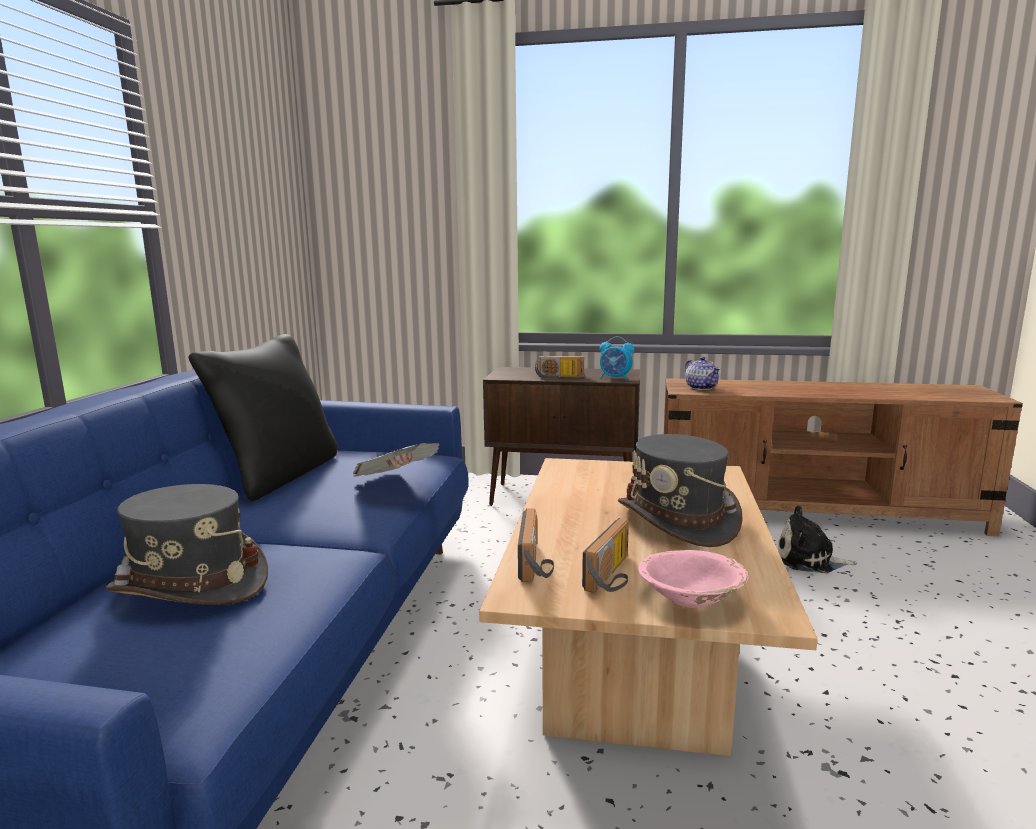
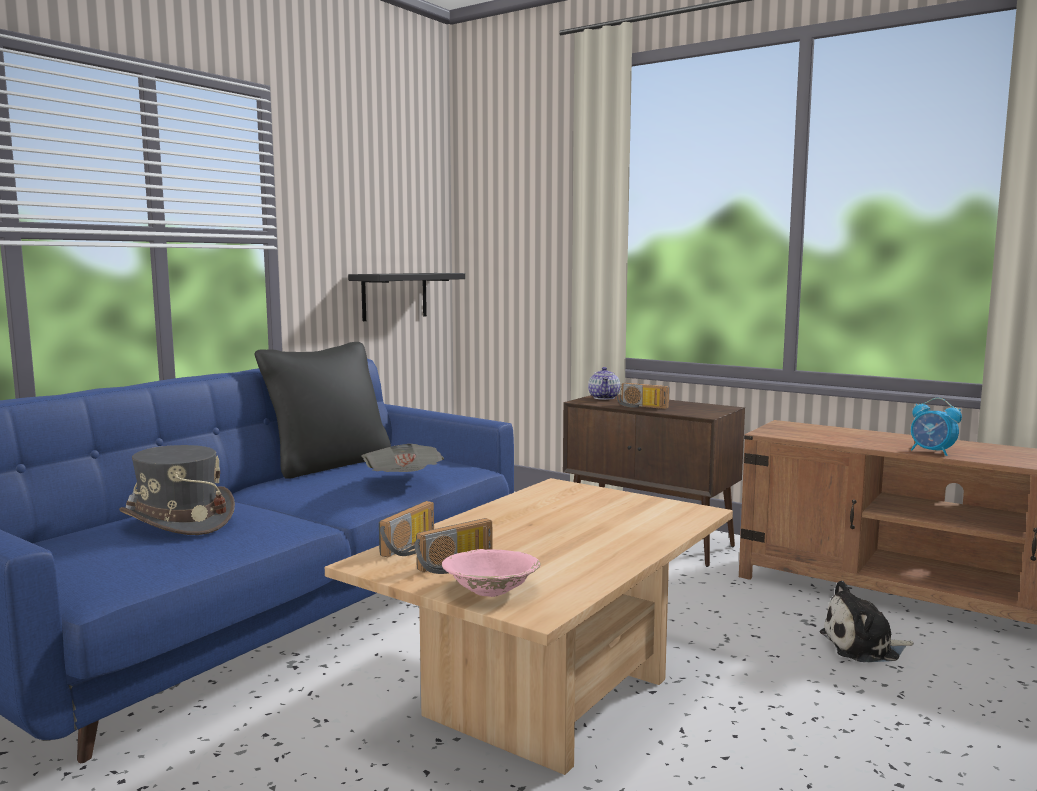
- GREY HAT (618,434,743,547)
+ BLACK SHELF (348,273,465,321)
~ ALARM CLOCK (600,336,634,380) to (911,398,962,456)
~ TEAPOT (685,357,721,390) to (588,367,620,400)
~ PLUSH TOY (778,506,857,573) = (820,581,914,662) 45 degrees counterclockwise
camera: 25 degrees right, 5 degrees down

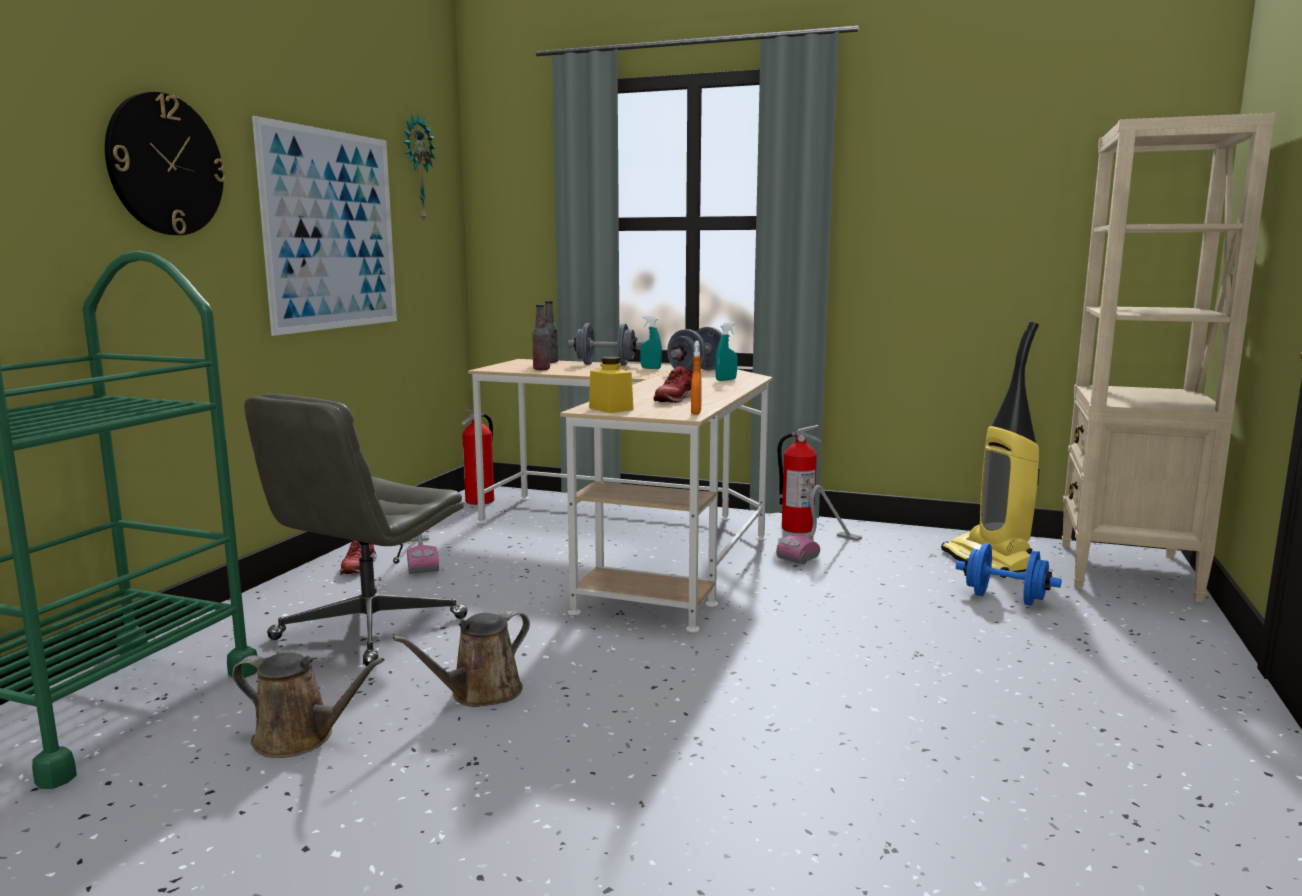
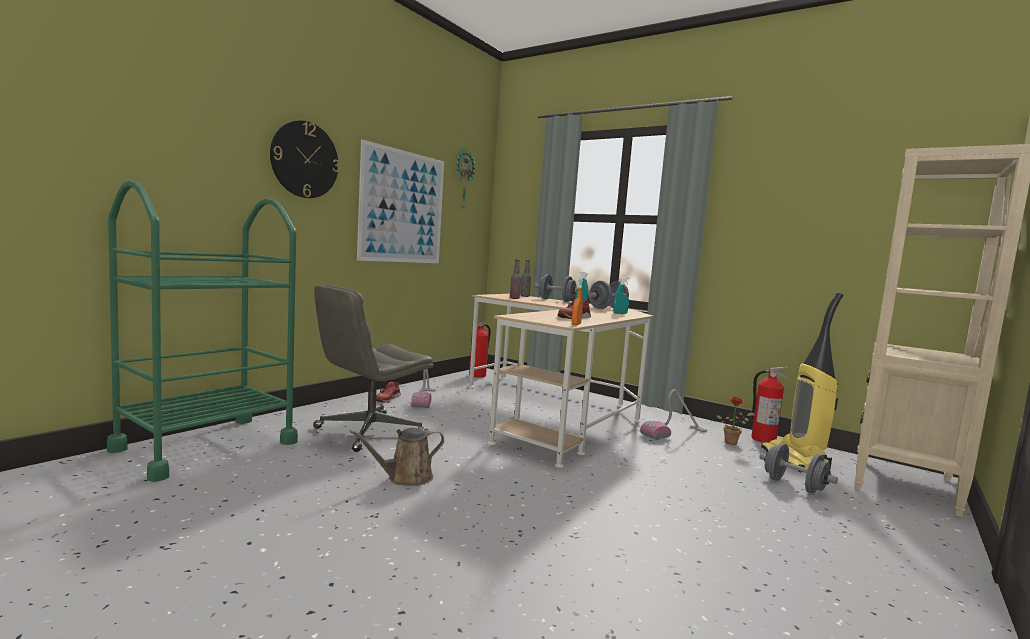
- BROWN WATERING CAN (232,653,385,758)
- YELLOW JAR (589,357,634,413)
+ POTTED PLANT (717,397,753,445)
~ FIRE EXTINGUISHER (777,425,821,533) to (751,367,788,443)
~ BLUE DUMBBELL (956,543,1062,606) to GREY DUMBBELL (759,443,838,494)
camera: 15 degrees right, 5 degrees down

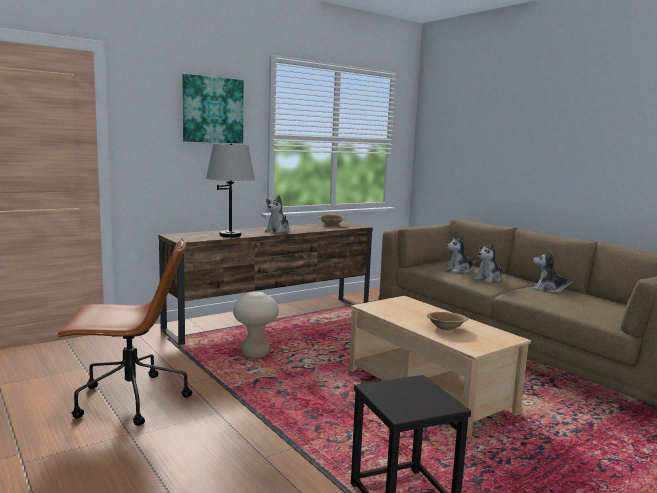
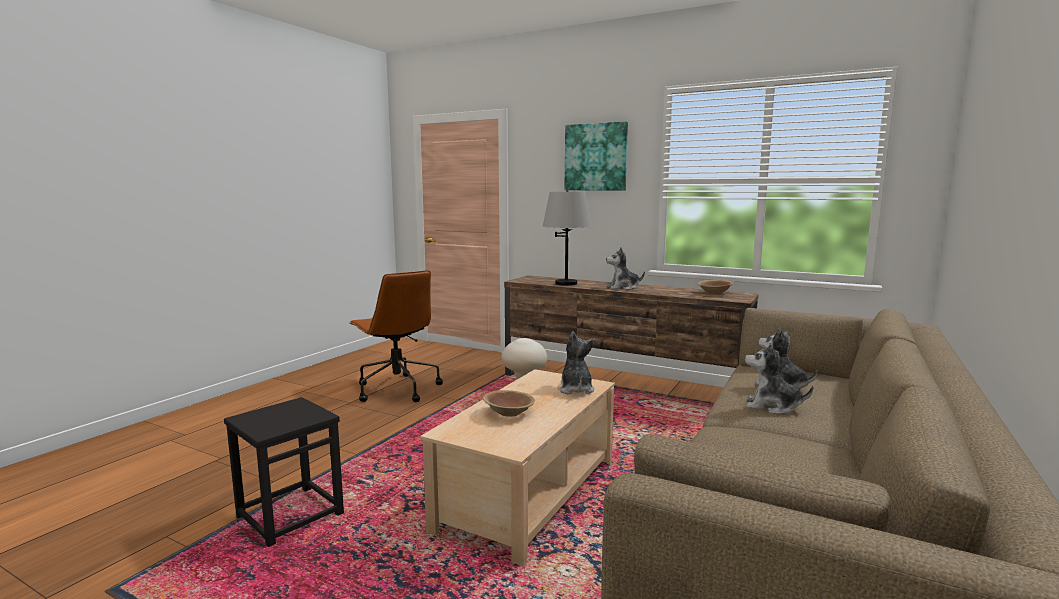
~ PLUSH TOY (533,250,574,293) to (558,331,595,394)
camera: 65 degrees right, 0 degrees up

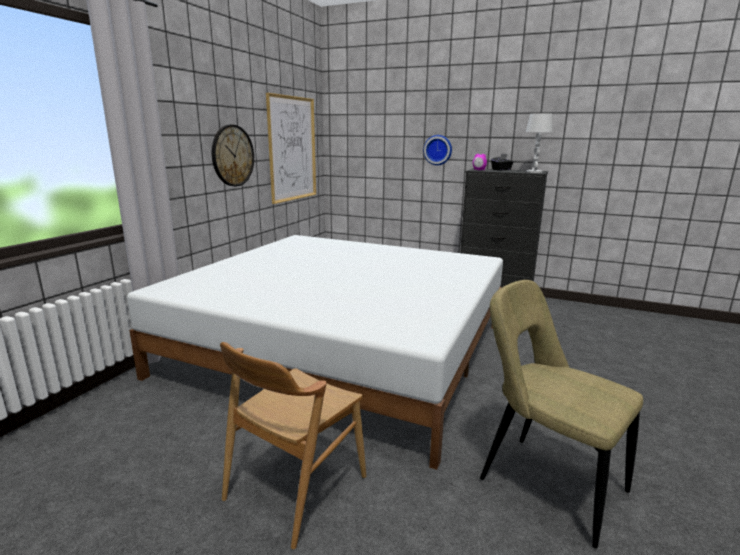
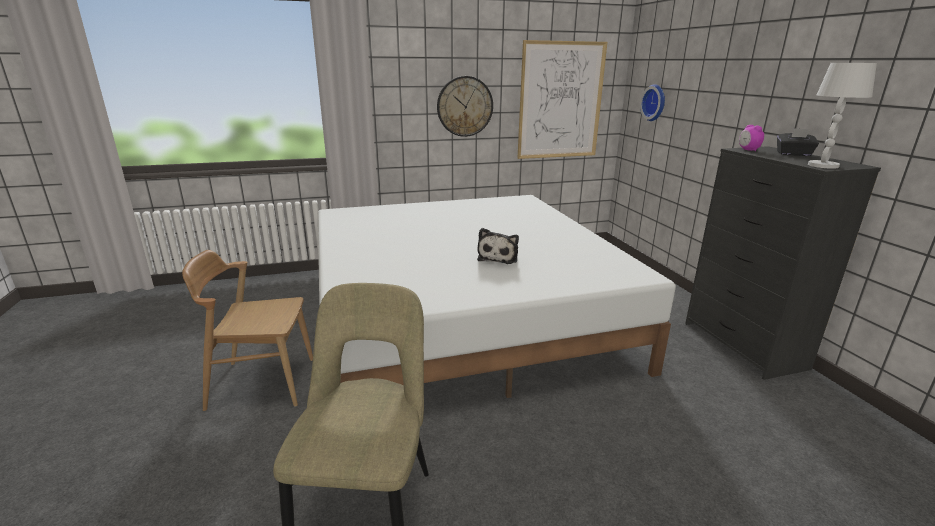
+ PLUSH TOY (477,228,519,264)
~ WALL CLOCK (423,135,452,165) to (640,84,665,121)
camera: 50 degrees right, 5 degrees up

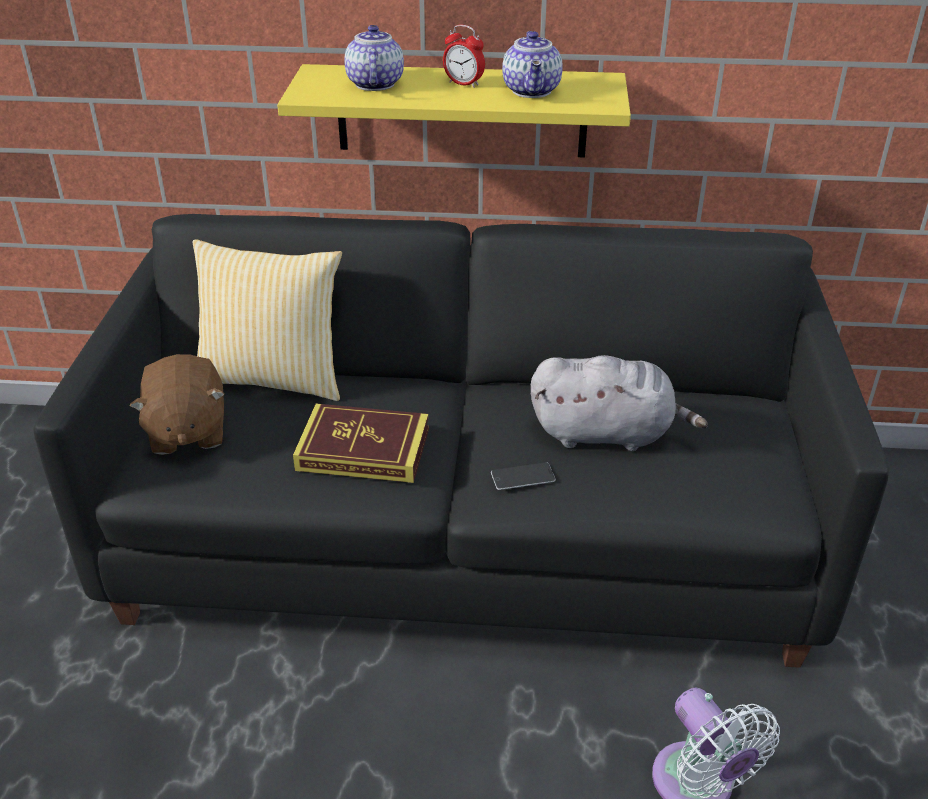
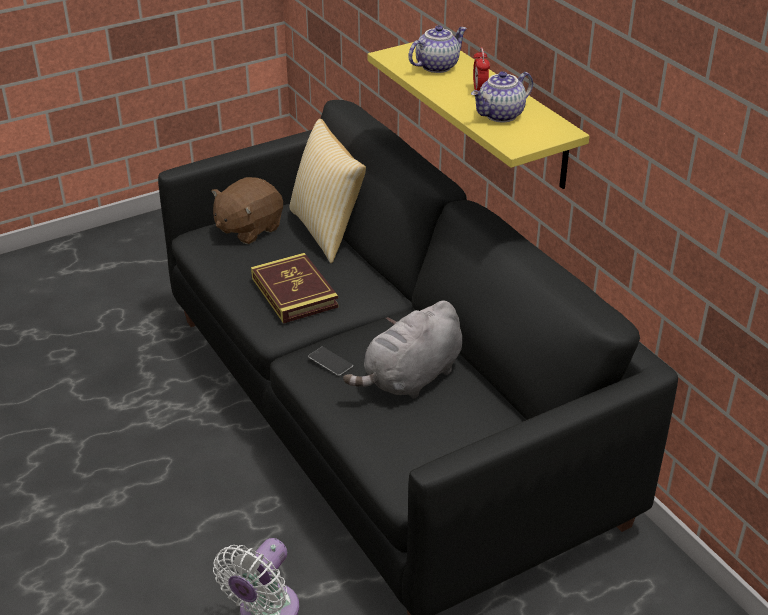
~ GREY PLUSH TOY (531,355,708,451) = (343,300,462,399) 75 degrees clockwise
camera: 55 degrees right, 0 degrees up

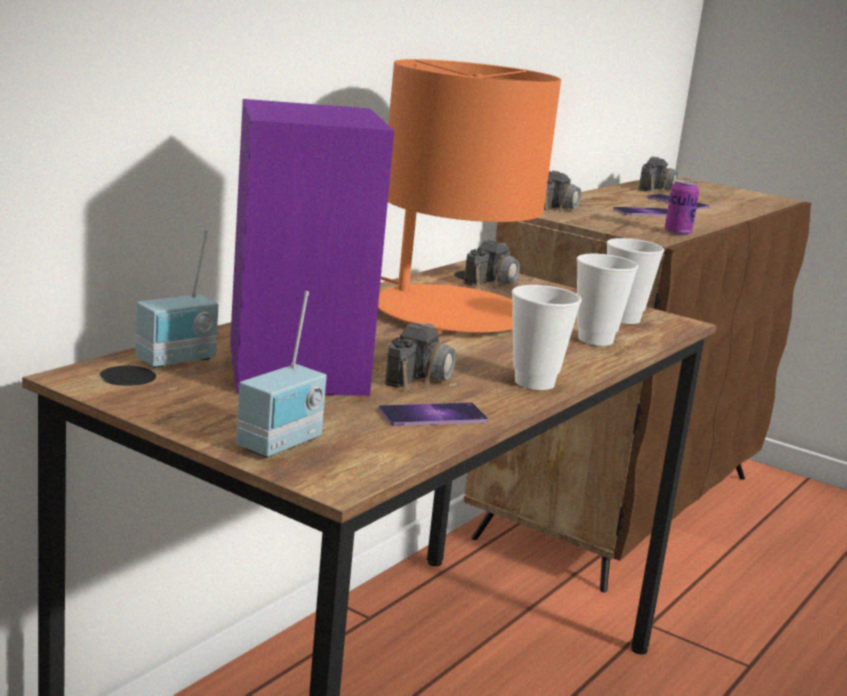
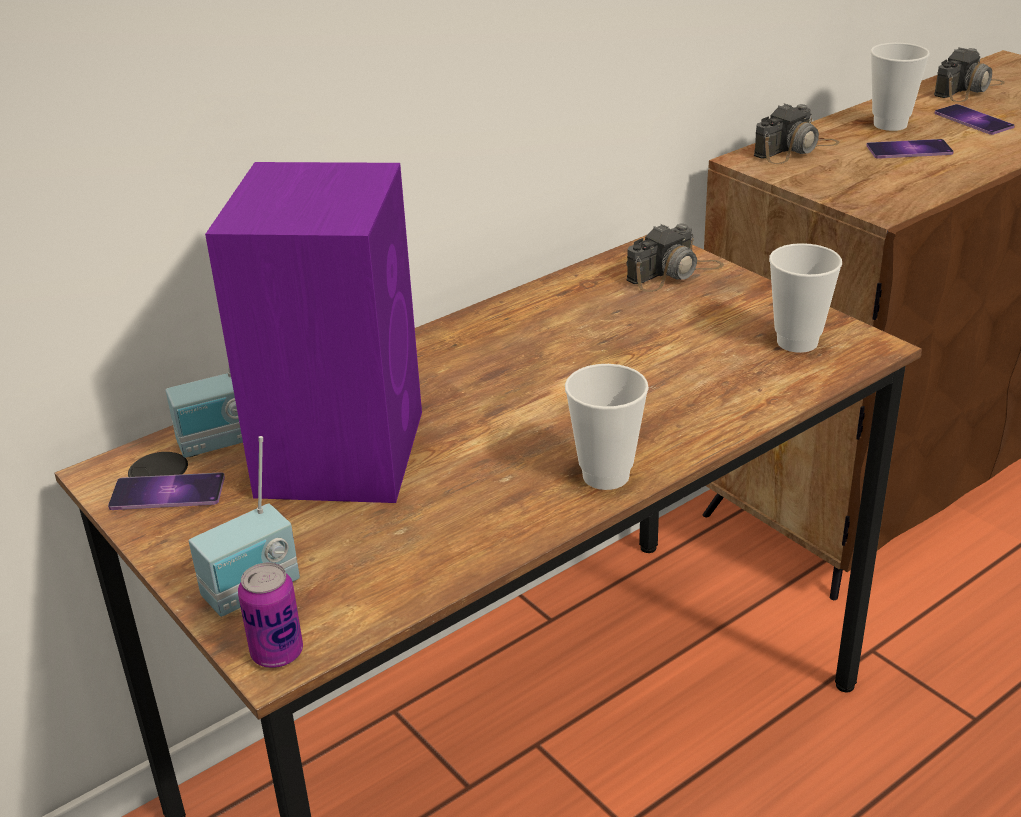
- ORANGE TABLE LAMP (378,59,561,335)
- PHOTO CAMERA (385,322,470,393)
~ PHONE (378,402,488,426) to (108,472,225,510)
~ CUP (577,254,638,346) to (870,43,930,131)
~ CAN (665,180,699,236) to (238,563,303,668)
camera: 20 degrees right, 15 degrees up

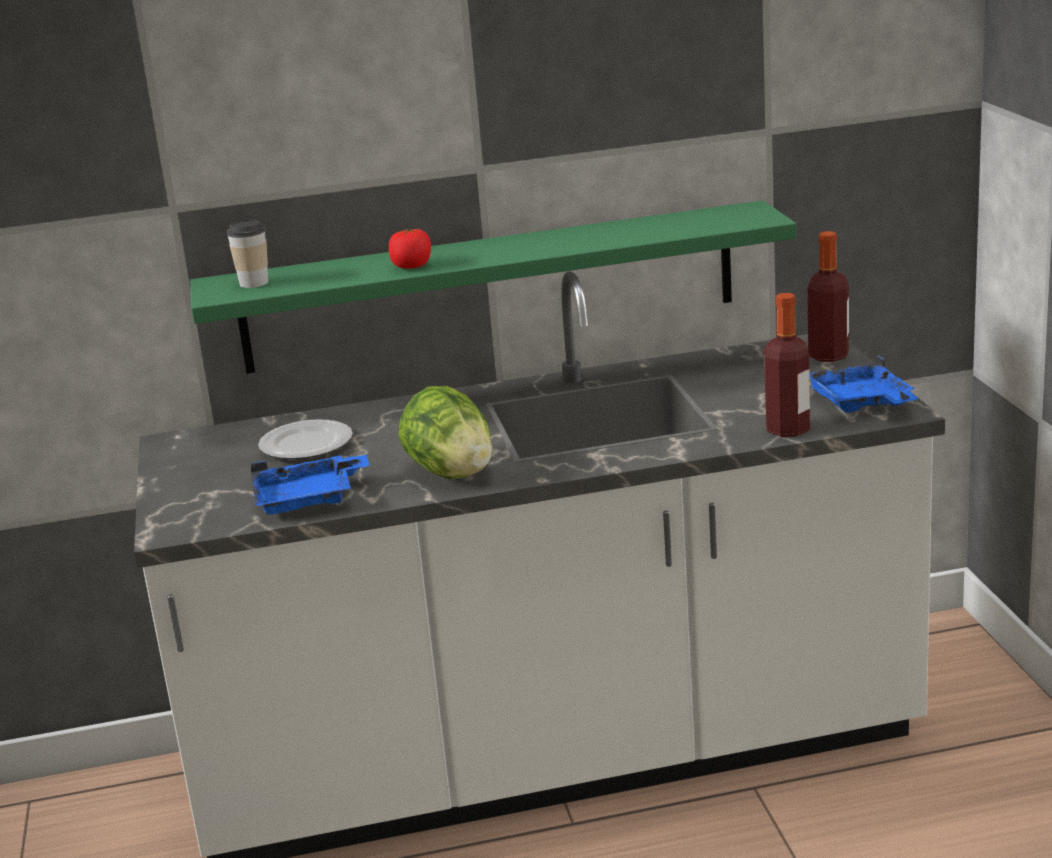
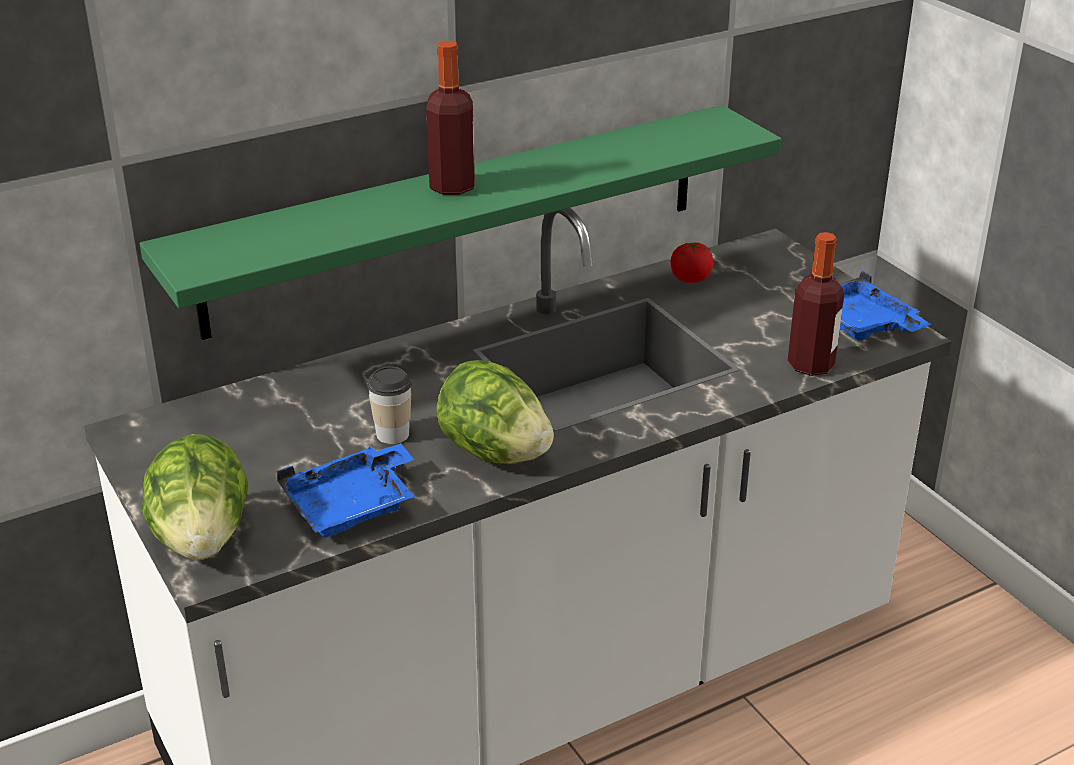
- PLATE (258,419,353,459)
+ LETTUCE (142,434,249,560)
~ CUP (227,219,268,288) to (367,366,412,444)
~ TOMATO (389,228,431,269) to (670,242,713,283)
~ BOTTLE (807,231,849,362) to (426,41,475,195)
camera: 20 degrees left, 10 degrees up

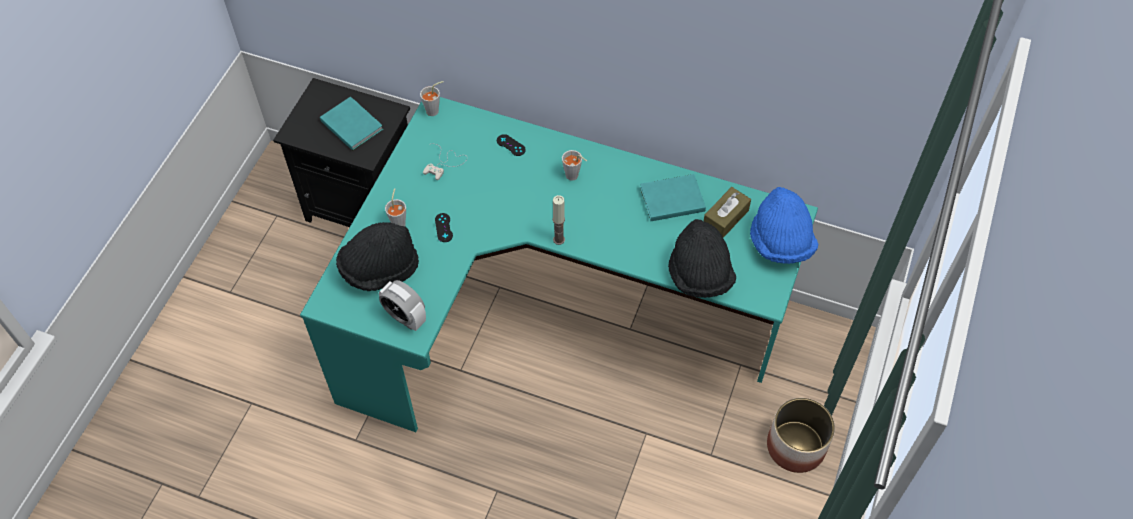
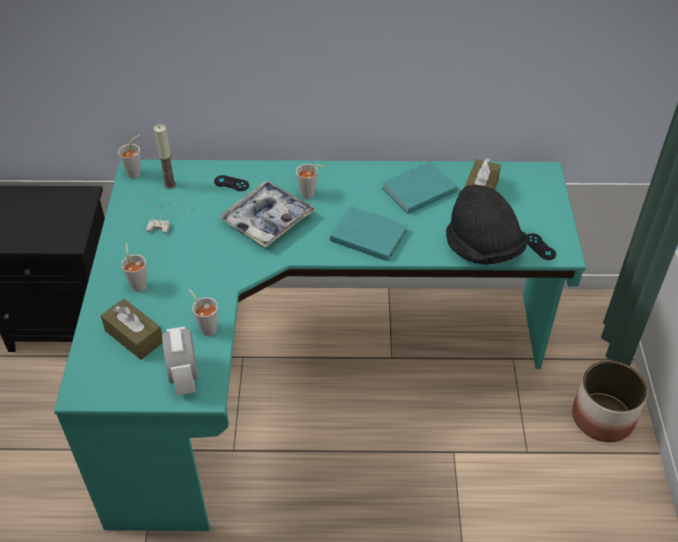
- BLUE HAT (750,187,818,264)
+ GREY CUP (189,289,218,336)
+ TRAY (219,180,316,248)
~ TURQUOISE BOOK (320,97,383,151) to (330,206,407,261)
~ BLACK GAME CONTROLLER (435,213,453,242) to (527,233,556,260)
~ CANDLE (552,195,565,245) to (154,124,176,189)
~ BLACK HAT (336,222,419,291) to BROWN TISSUE BOX (101,299,163,360)
~ ALARM CLOCK (379,280,426,331) = (162,326,198,396) 60 degrees clockwise
camera: 20 degrees left, 10 degrees down

